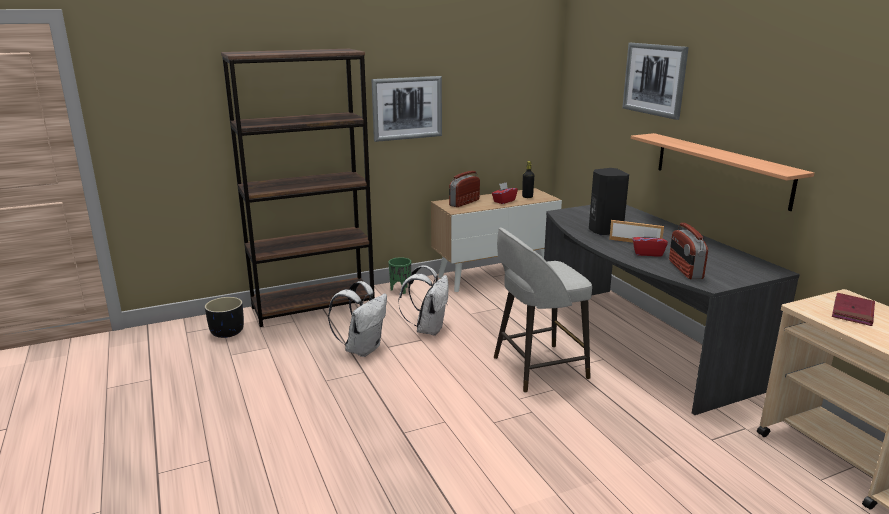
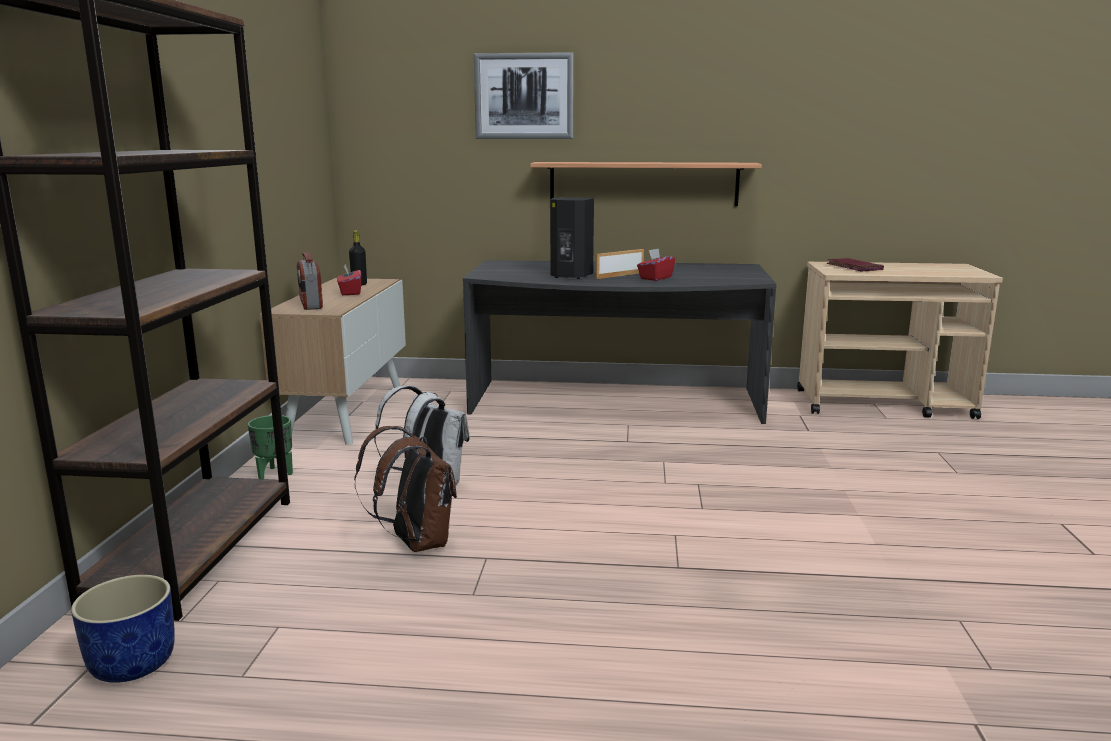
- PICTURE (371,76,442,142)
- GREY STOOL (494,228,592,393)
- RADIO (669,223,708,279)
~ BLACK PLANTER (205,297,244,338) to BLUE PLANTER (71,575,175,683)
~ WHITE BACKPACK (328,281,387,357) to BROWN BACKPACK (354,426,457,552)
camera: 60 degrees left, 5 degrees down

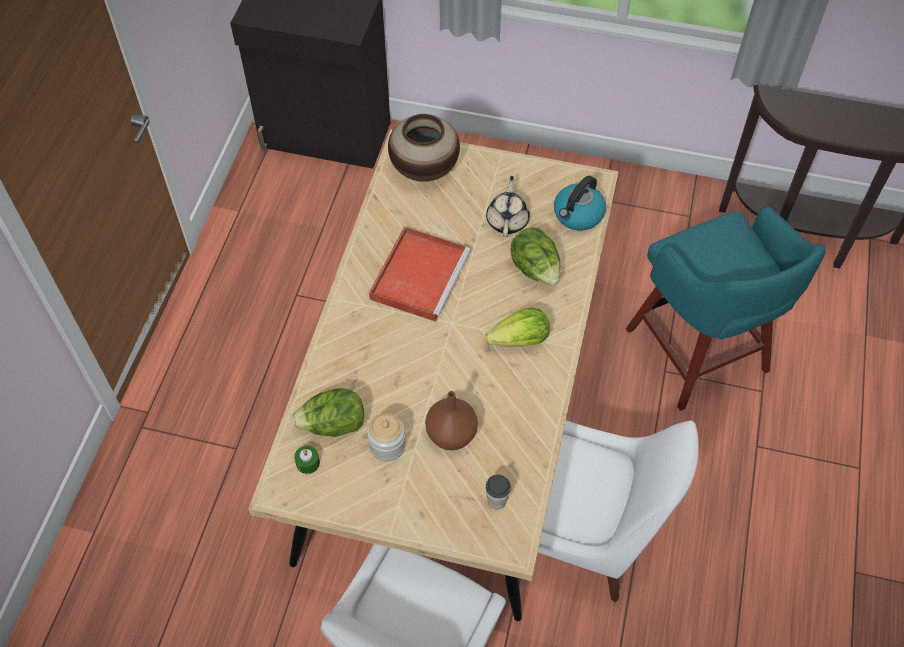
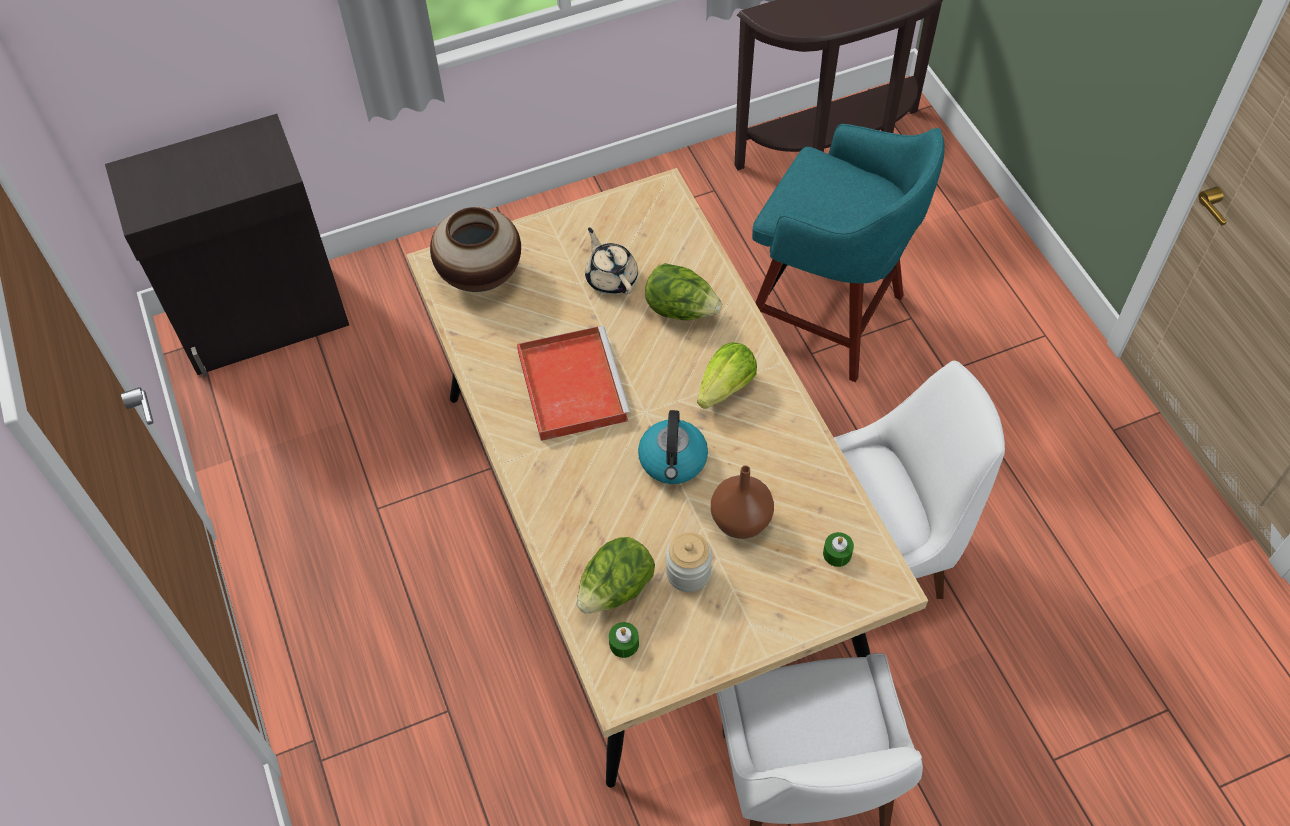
~ KETTLE (554,176,606,231) to (638,410,708,484)
~ CUP (486,475,511,509) to GREEN CANDLE (823,532,854,567)
camera: 35 degrees left, 0 degrees up

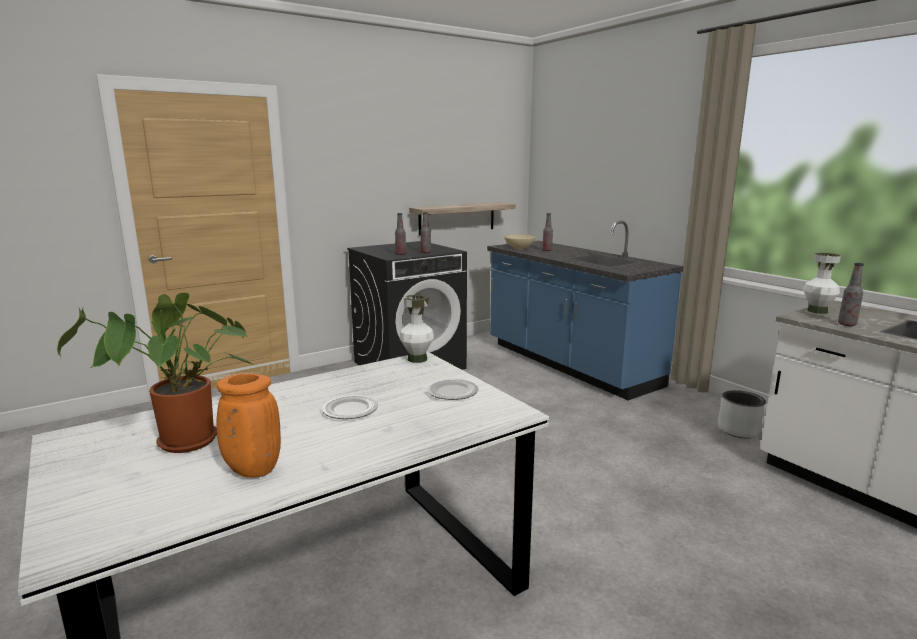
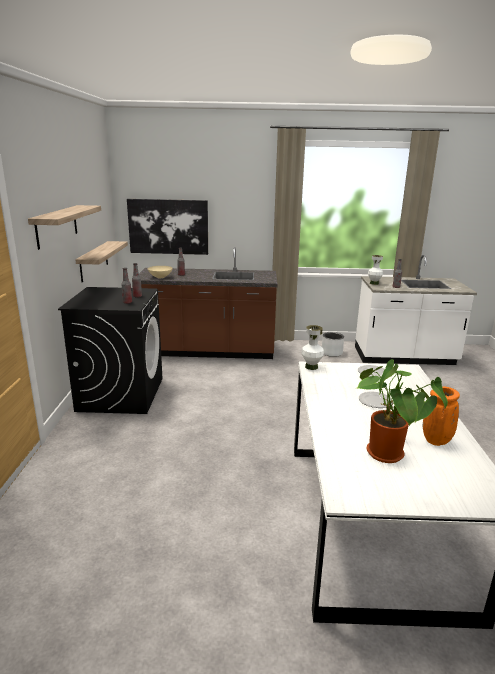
+ SHELF (28,205,101,250)
+ PICTURE (127,199,208,255)
~ BLUE COUNTER (487,220,683,400) to BROWN COUNTER (139,247,278,359)
camera: 55 degrees left, 5 degrees up

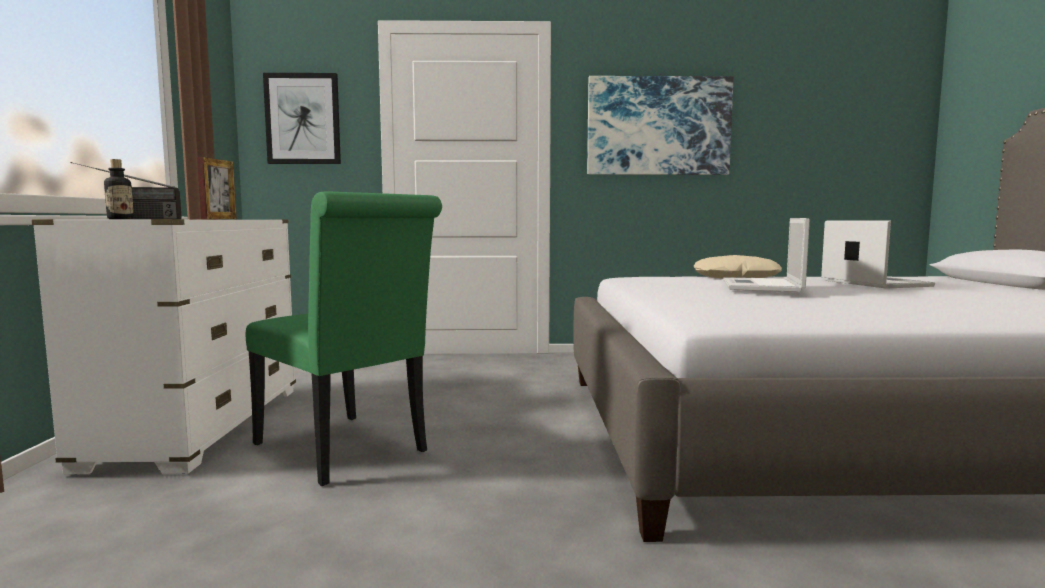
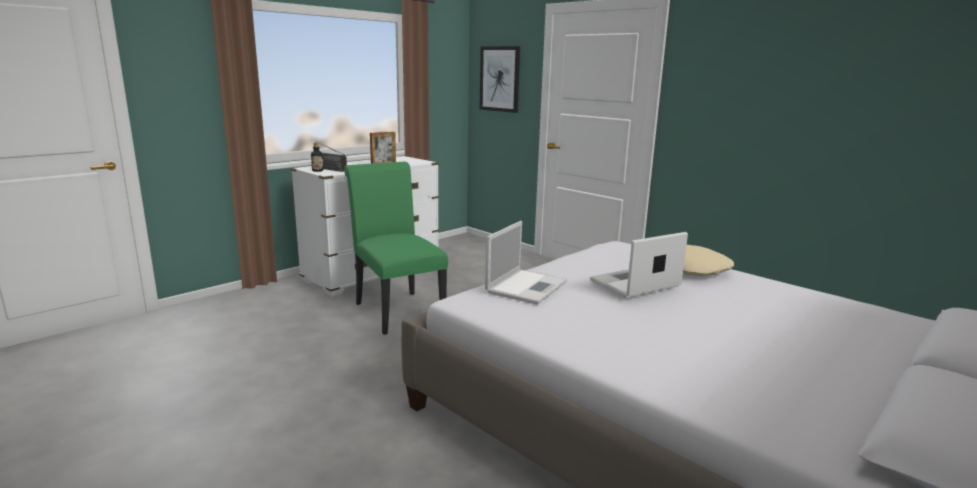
- PICTURE (587,76,733,175)
~ LAPTOP (821,221,935,289) to (485,221,567,305)
~ GREEN CHAIR (246,191,442,486) = (344,162,448,335) 150 degrees clockwise
camera: 45 degrees right, 10 degrees up

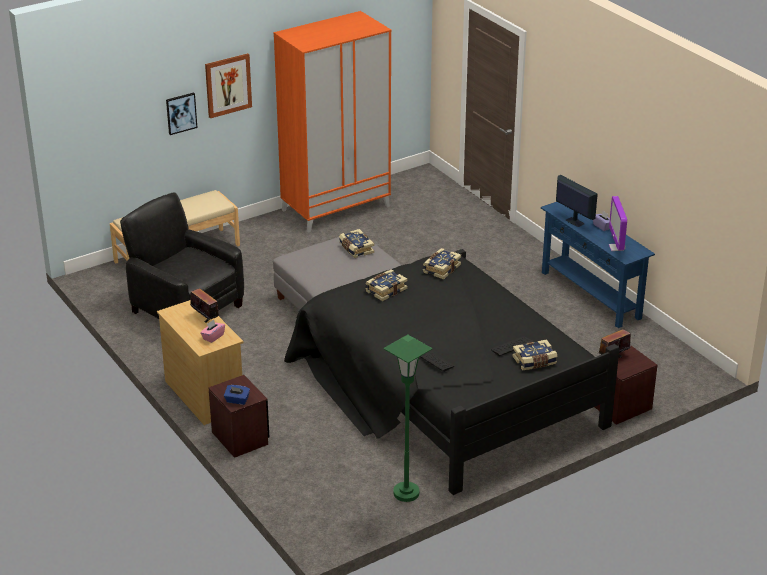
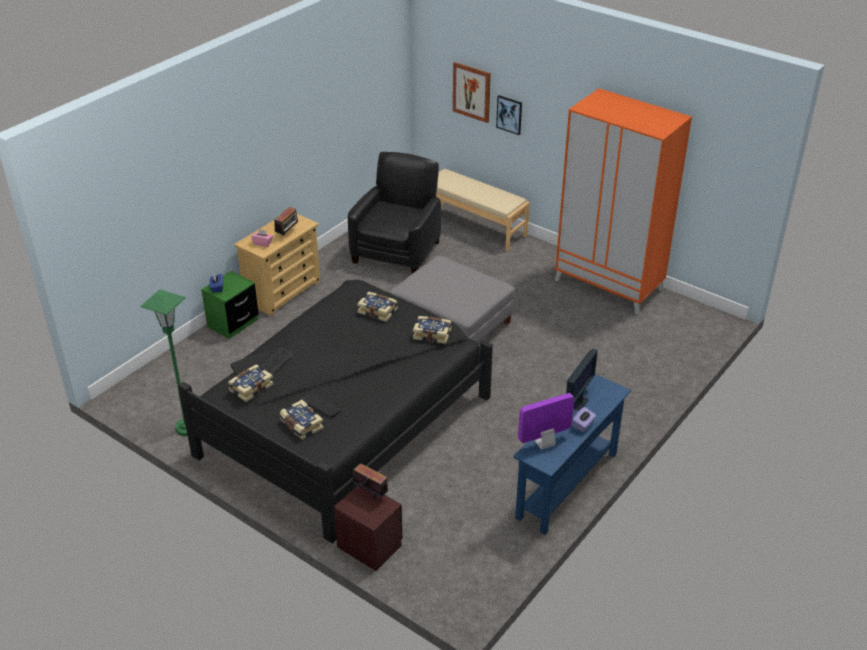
~ PICTURE (205,53,252,118) to (453,62,491,123)
~ BOOK (339,229,374,258) to (228,364,274,402)
~ BROWN NIGHTSTAND (209,375,269,458) to GREEN NIGHTSTAND (201,271,259,339)
camera: 70 degrees right, 5 degrees up

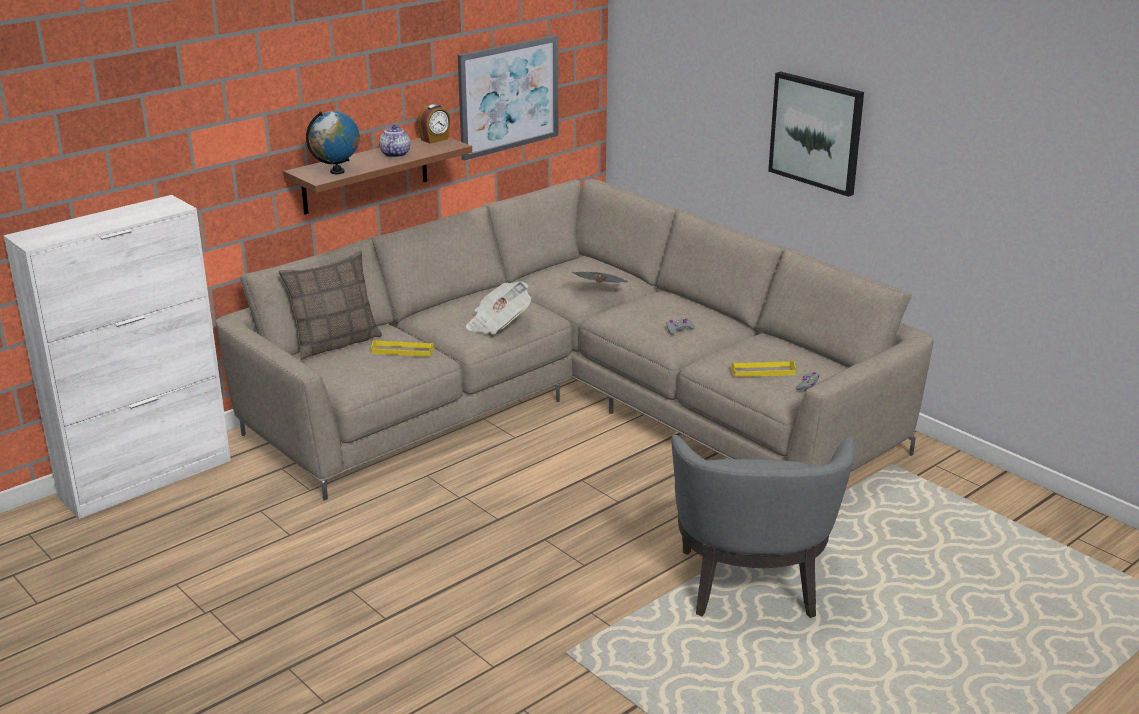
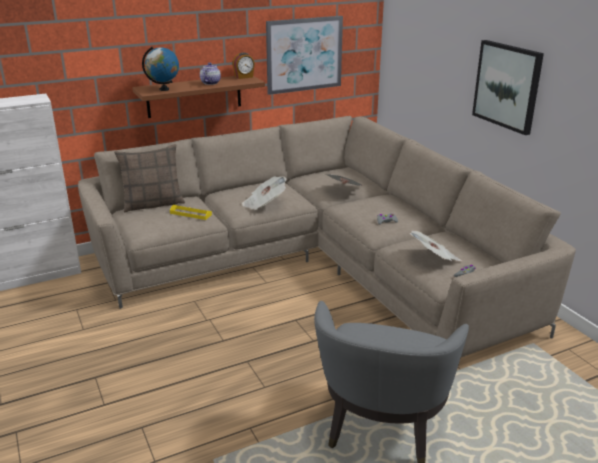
~ YELLOW TRAY (731,361,796,377) to NEWSPAPER (409,231,462,261)
camera: 15 degrees right, 0 degrees up

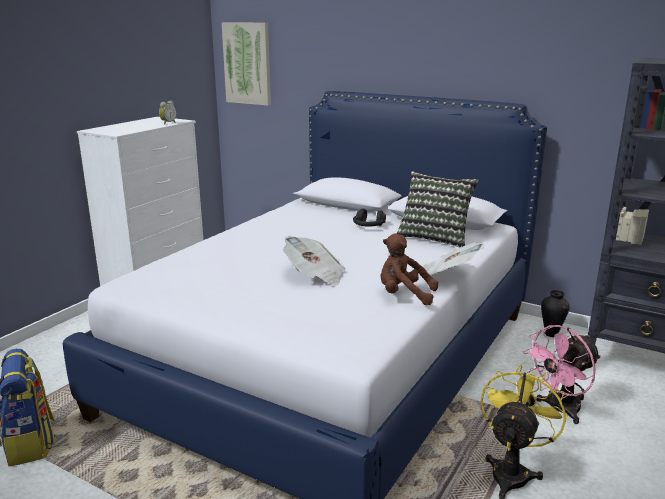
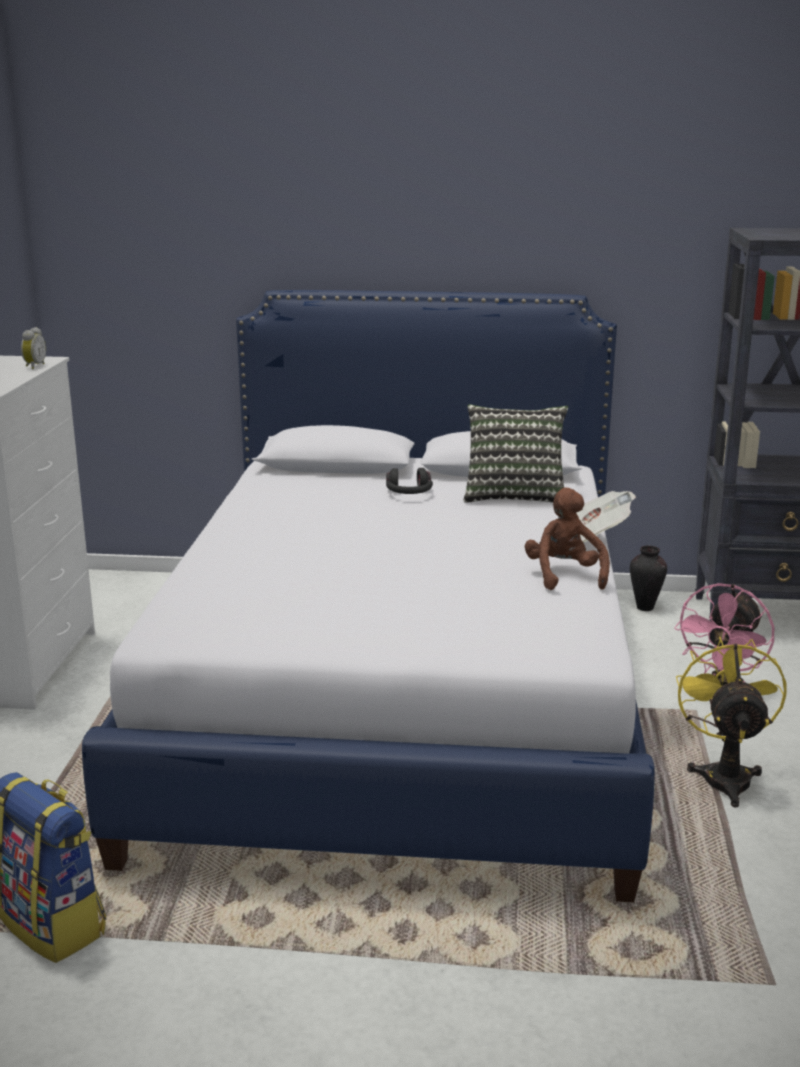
- PICTURE (222,22,271,106)
- NEWSPAPER (283,236,344,285)
~ BROWN PLUSH TOY (380,234,438,305) = (525,488,610,590) 90 degrees clockwise
camera: 25 degrees left, 0 degrees up

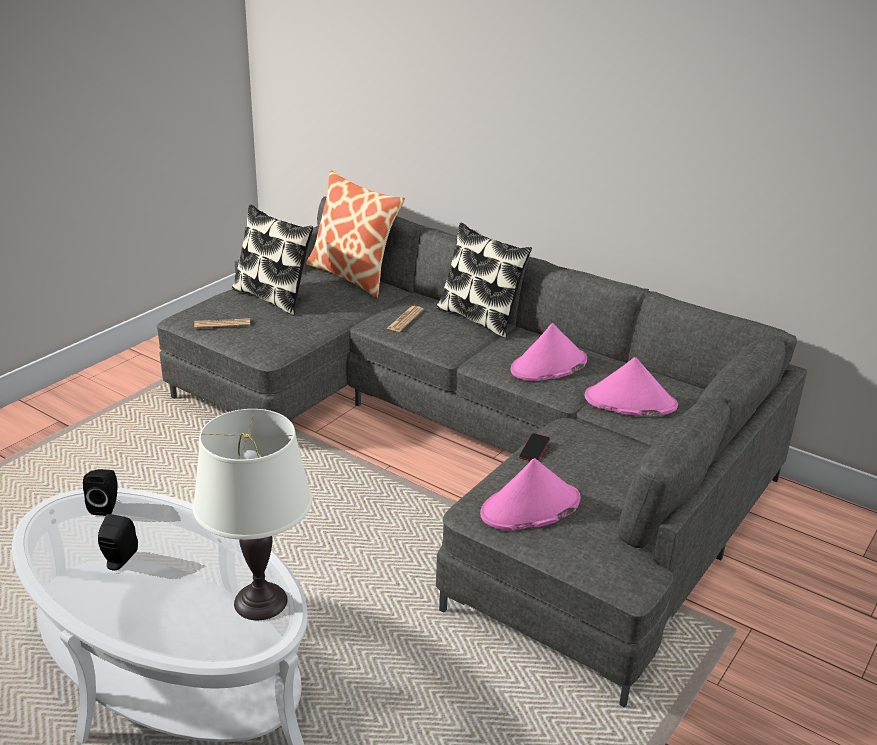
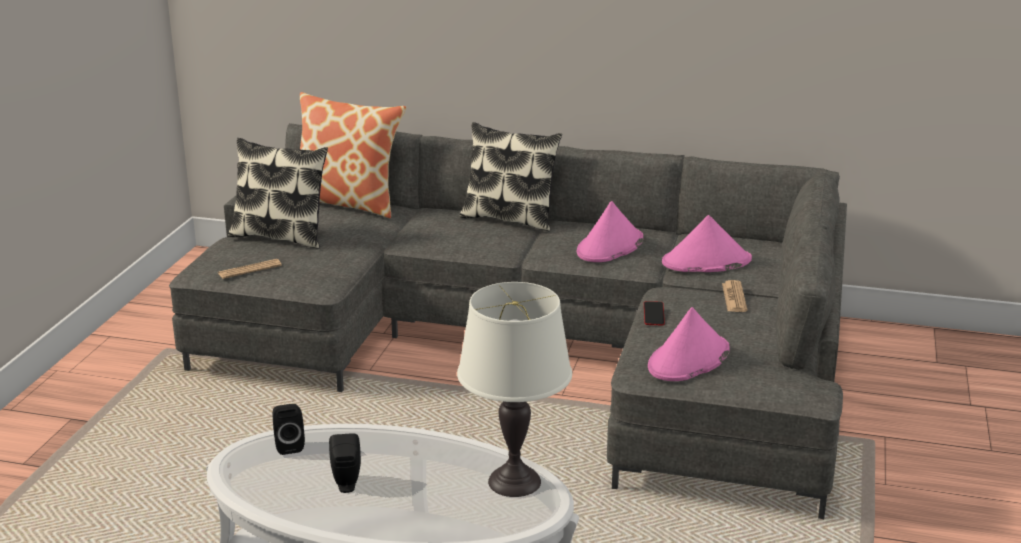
~ NEWSPAPER (386,306,424,332) to (722,280,748,312)
camera: 20 degrees left, 5 degrees down

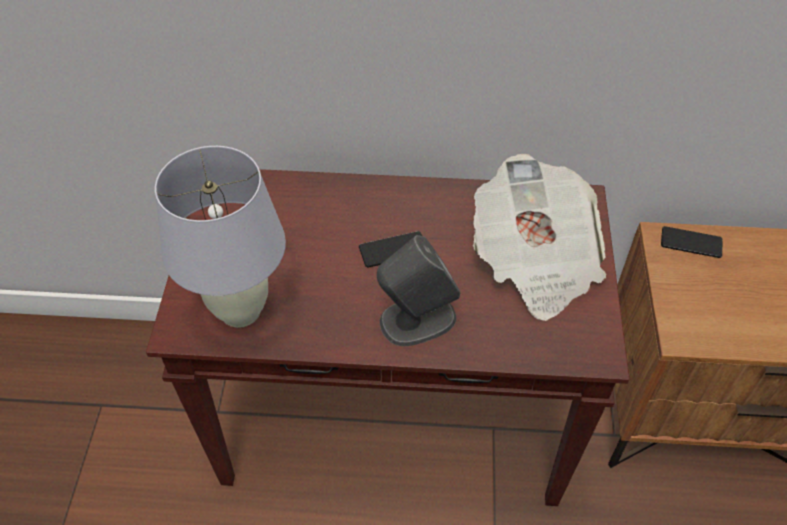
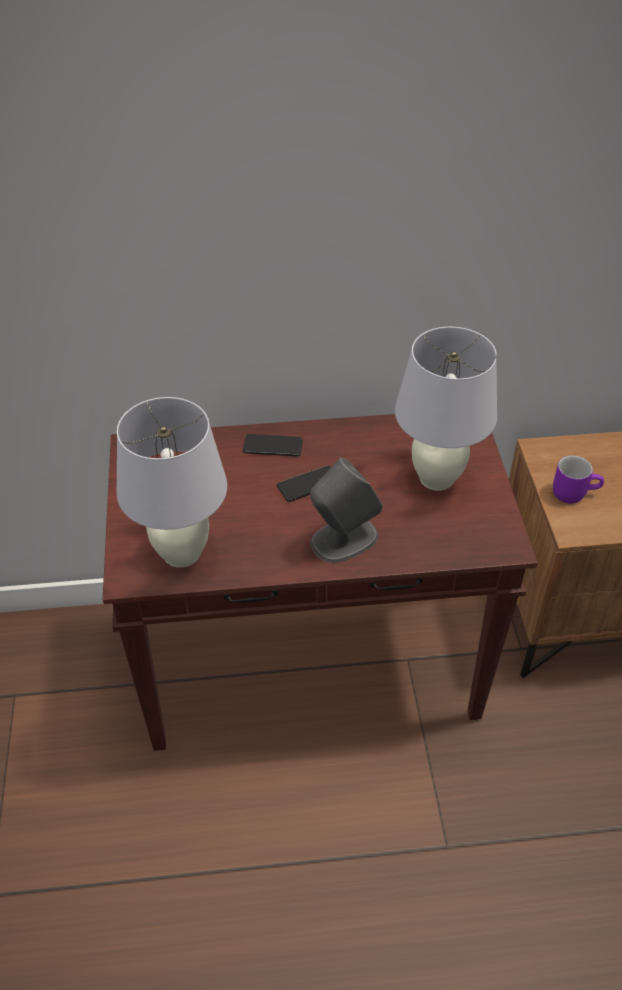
+ PURPLE MUG (553,455,604,504)
~ PHONE (661,226,722,258) to (243,434,303,456)
~ NEWSPAPER (473,154,606,321) to WHITE TABLE LAMP (395,327,497,491)
camera: 10 degrees left, 5 degrees down

